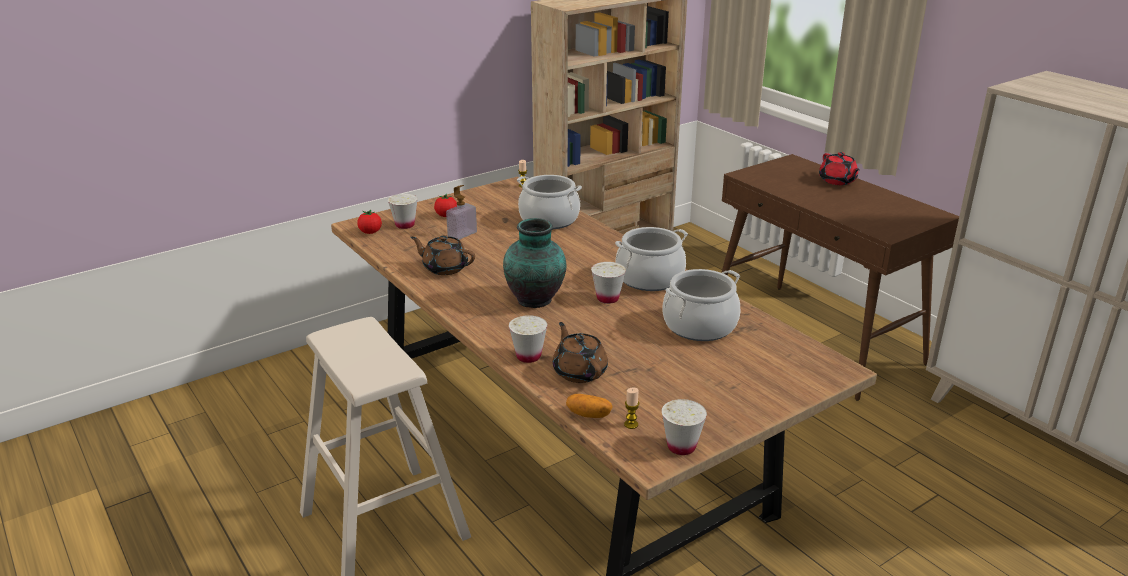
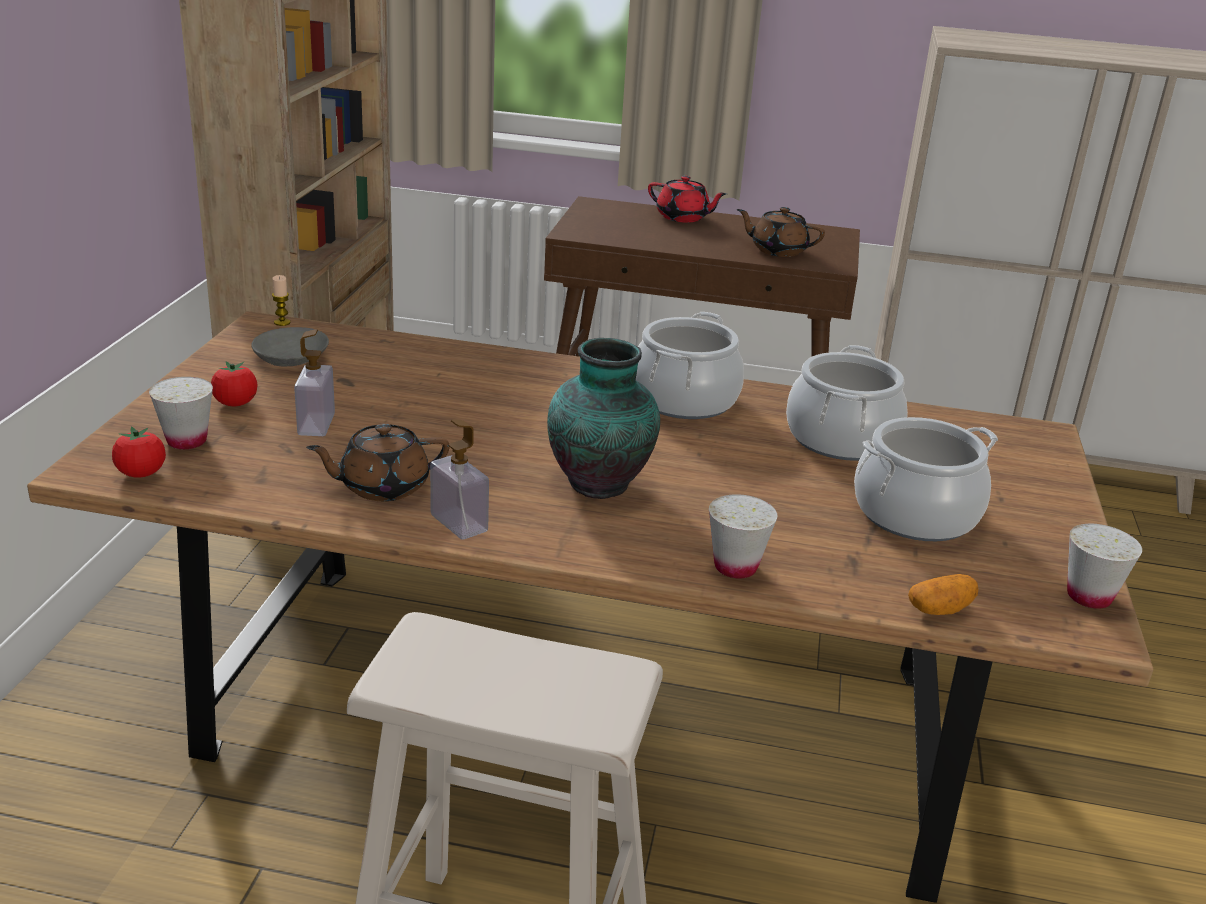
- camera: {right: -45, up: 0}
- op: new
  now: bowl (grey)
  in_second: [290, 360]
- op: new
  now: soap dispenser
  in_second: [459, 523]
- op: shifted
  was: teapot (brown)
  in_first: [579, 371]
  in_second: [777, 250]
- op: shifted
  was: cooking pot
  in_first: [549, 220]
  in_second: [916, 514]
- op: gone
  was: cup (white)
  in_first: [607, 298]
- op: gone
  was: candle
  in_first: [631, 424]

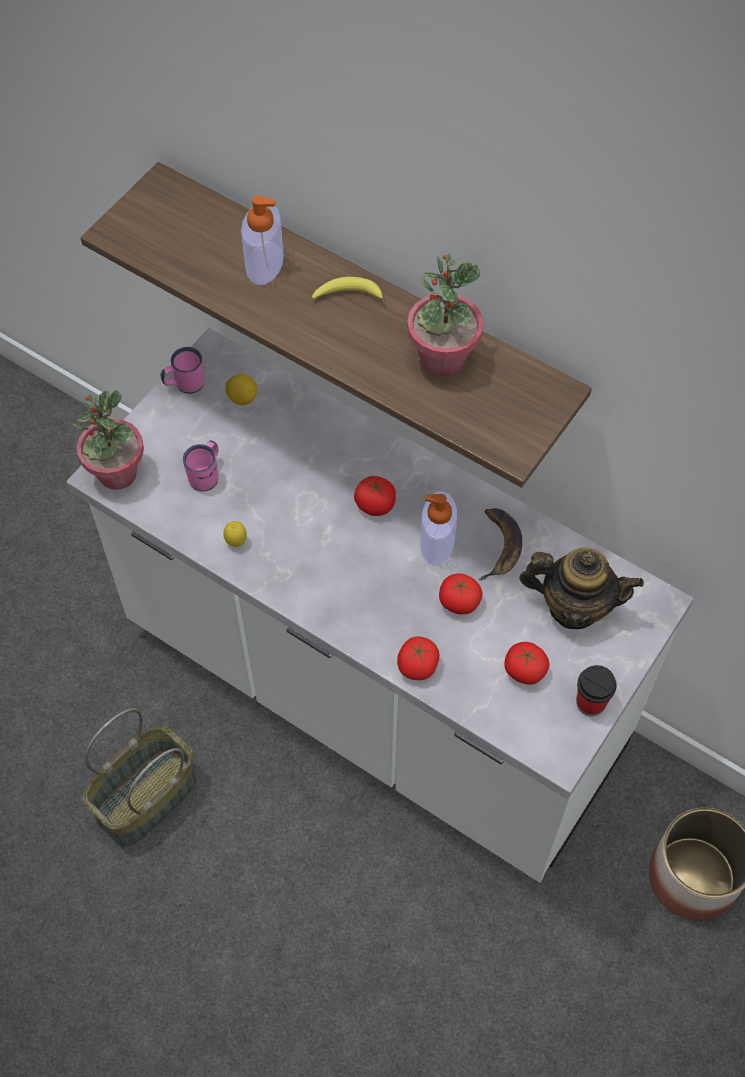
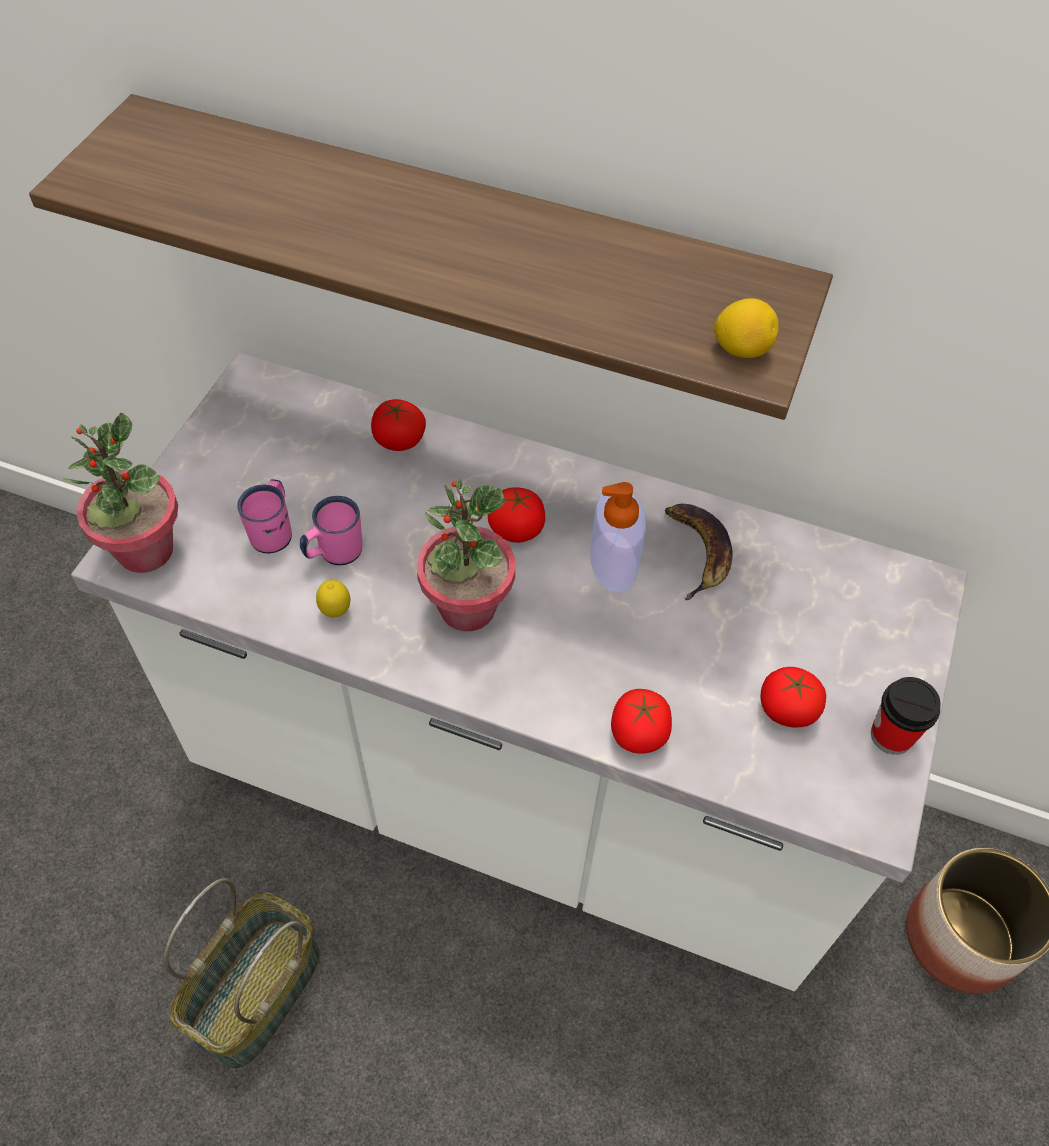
- camera: {right: -15, up: -5}
- op: shifted
  was: mug (pink)
  in_first: [184, 384]
  in_second: [333, 552]
- op: shifted
  was: tomato
  in_first: [459, 602]
  in_second: [399, 440]
- op: shifted
  was: potted plant
  in_first: [442, 358]
  in_second: [466, 607]
- op: shifted
  was: lemon
  in_first: [242, 398]
  in_second: [741, 349]
- op: gone
  was: soap dispenser
  in_first: [264, 263]
- op: gone
  was: banana
  in_first: [348, 295]
- op: gone
  was: teapot
  in_first: [574, 606]

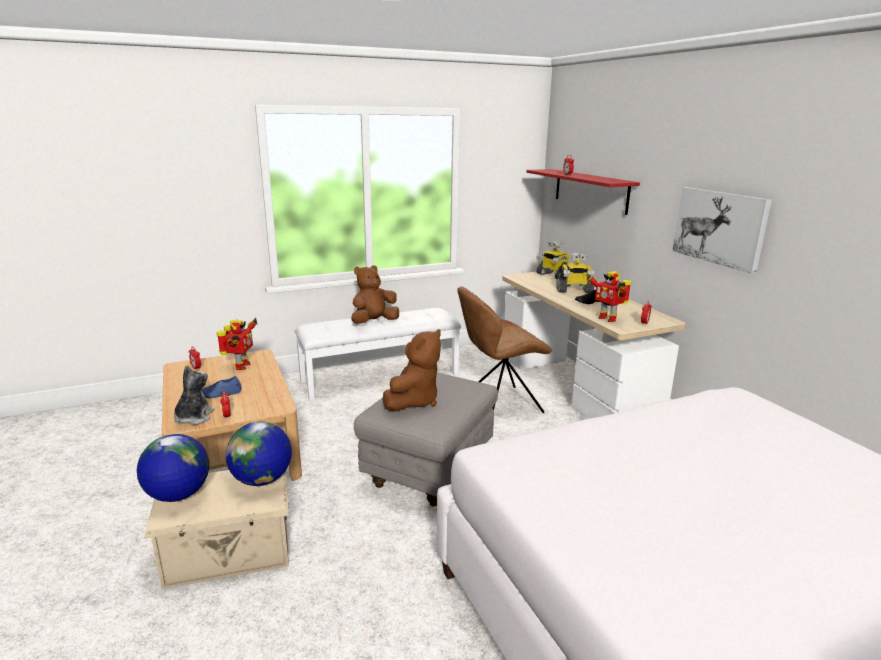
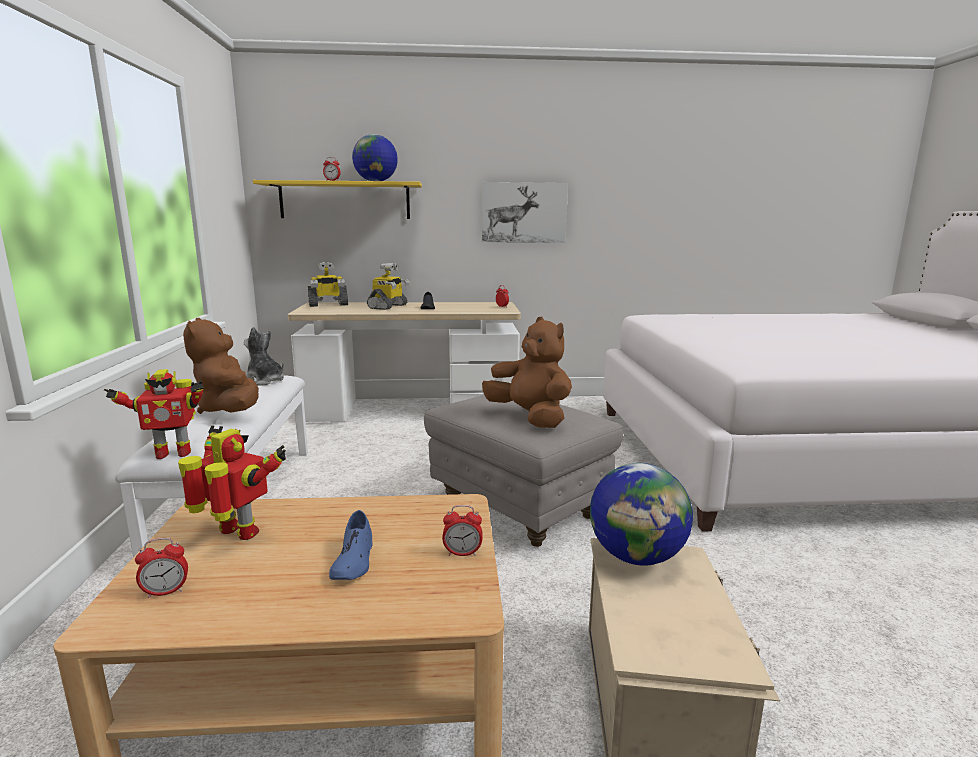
- camera: {right: -70, up: -5}
- op: shifted
  was: toy robot
  in_first: [607, 318]
  in_second: [172, 453]
- op: shifted
  was: plush toy
  in_first: [193, 417]
  in_second: [264, 381]
- op: repainted
  was: shelf (red)
  now: shelf (yellow)
  in_first: [590, 190]
  in_second: [345, 201]
- op: shifted
  was: globe
  in_first: [178, 495]
  in_second: [376, 181]
- op: gone
  was: chair (brown)
  in_first: [499, 405]

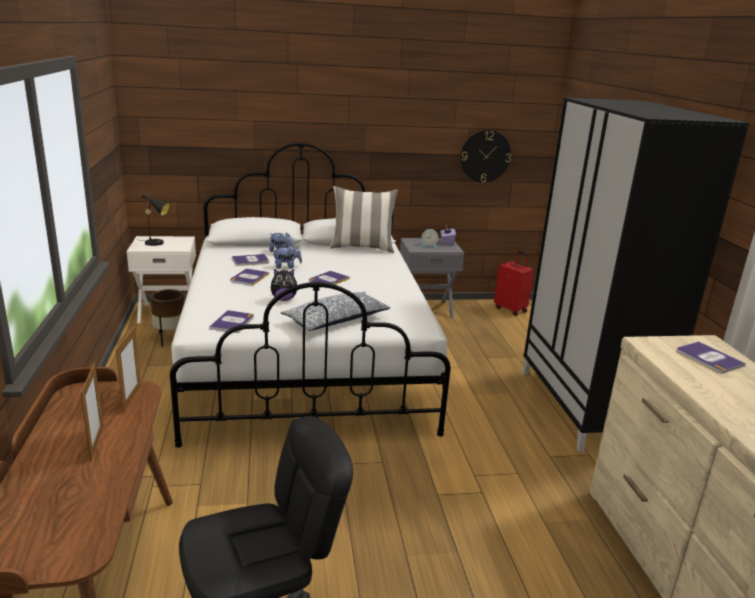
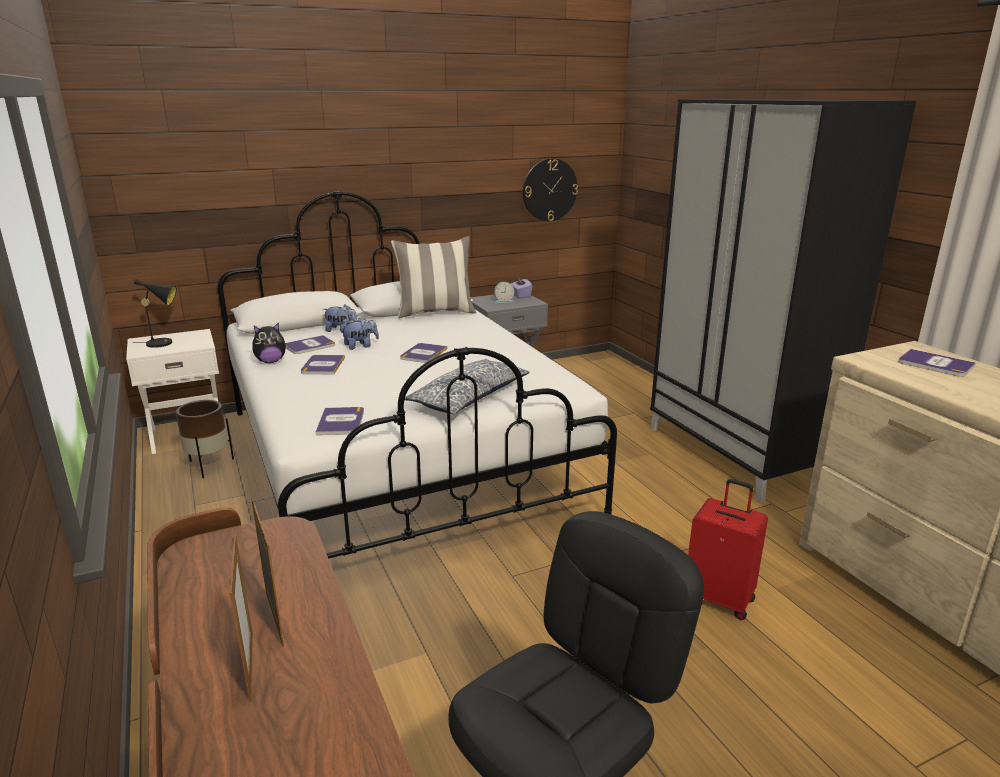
- camera: {right: -15, up: 0}
- op: shifted
  was: picture frame
  in_first: [132, 398]
  in_second: [250, 665]
- op: shifted
  was: plush toy
  in_first: [284, 299]
  in_second: [271, 361]
- op: shifted
  was: suitcase (red)
  in_first: [511, 309]
  in_second: [720, 598]

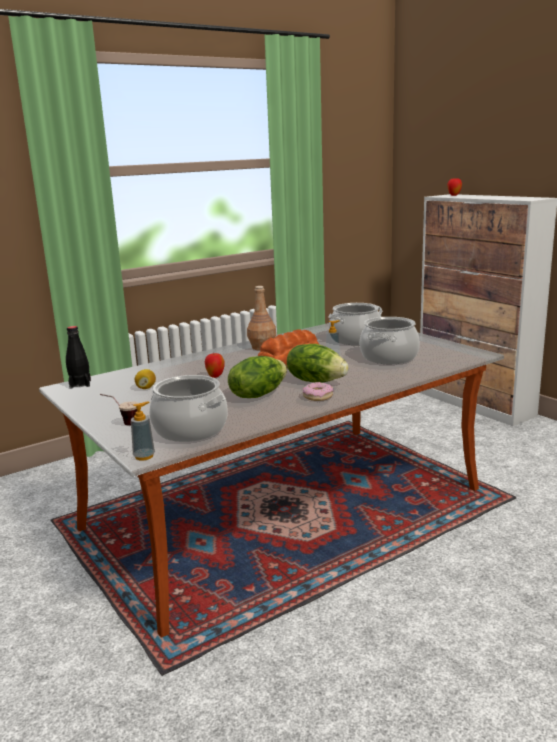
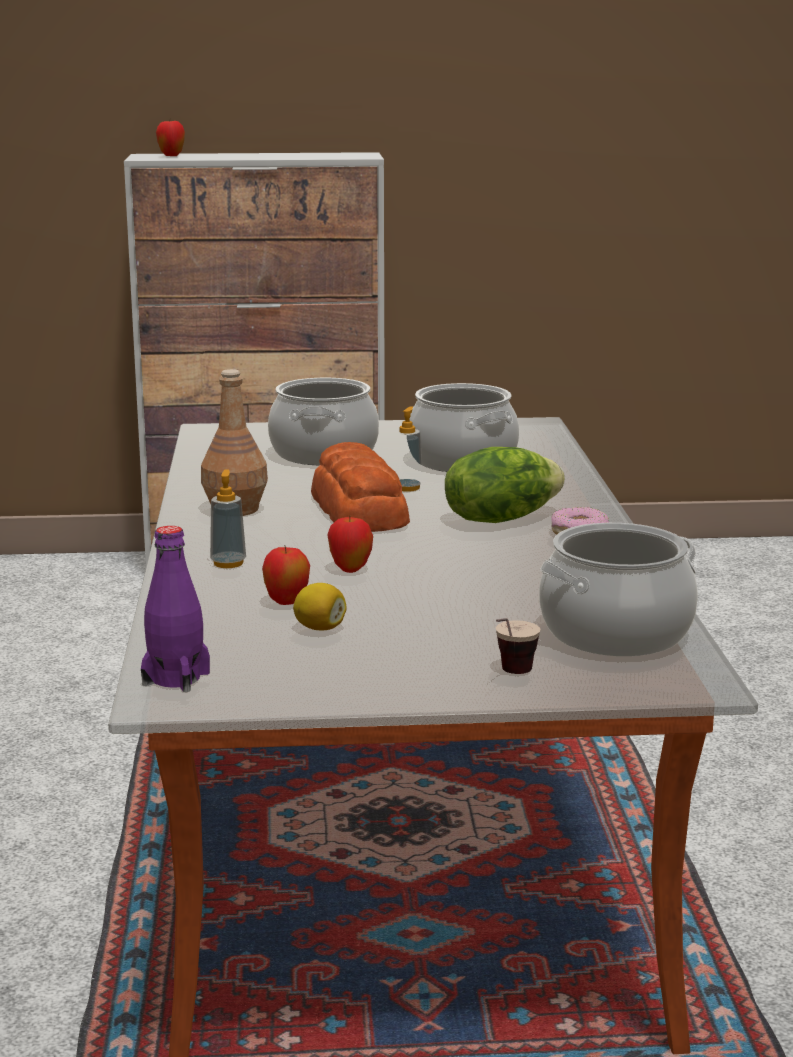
- camera: {right: -60, up: 0}
- op: repainted
  was: bottle (black)
  now: bottle (purple)
  in_first: [80, 384]
  in_second: [176, 678]
- op: shifted
  was: soap dispenser
  in_first: [144, 456]
  in_second: [228, 563]
- op: new
  now: apple
  in_second: [286, 603]
- op: gone
  was: lettuce
  in_first: [258, 394]

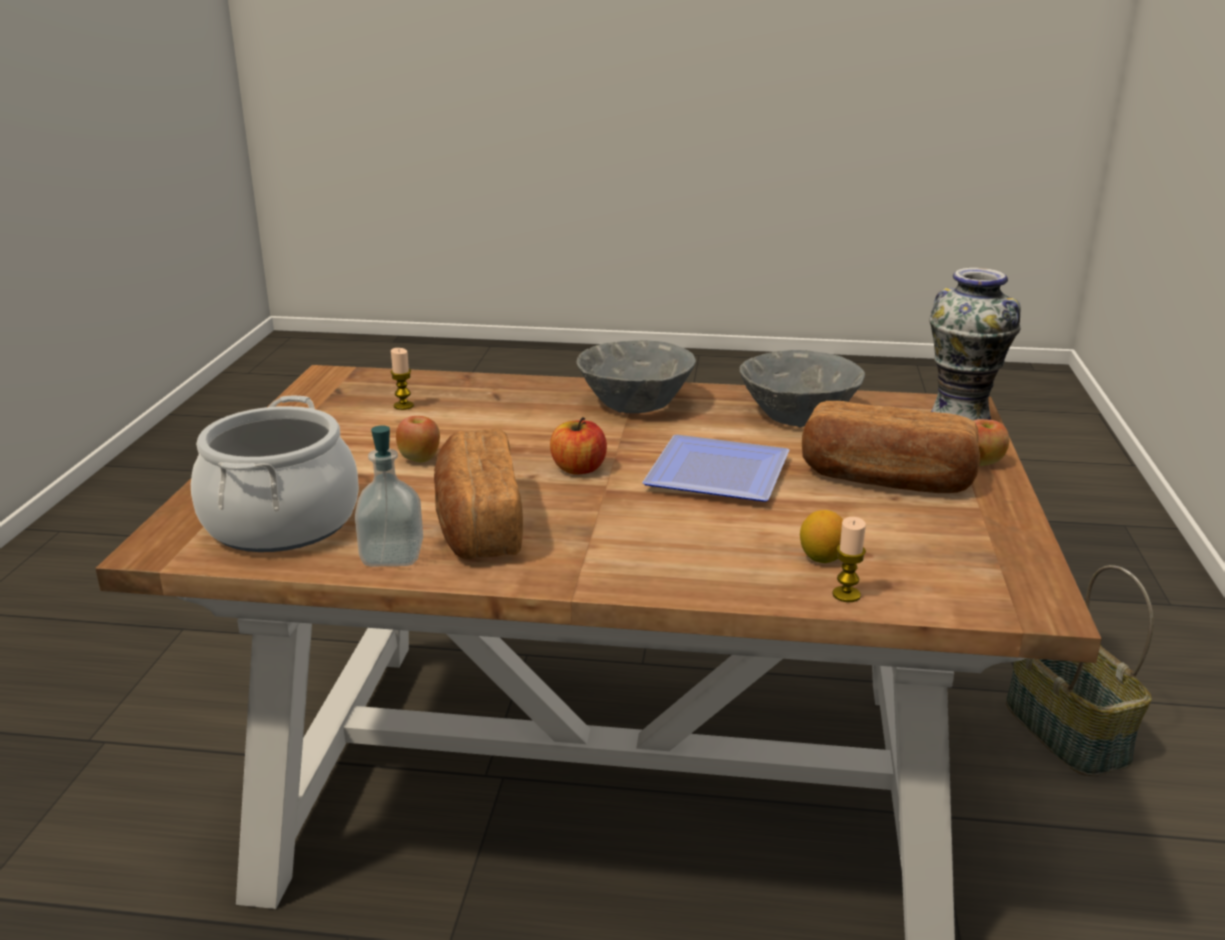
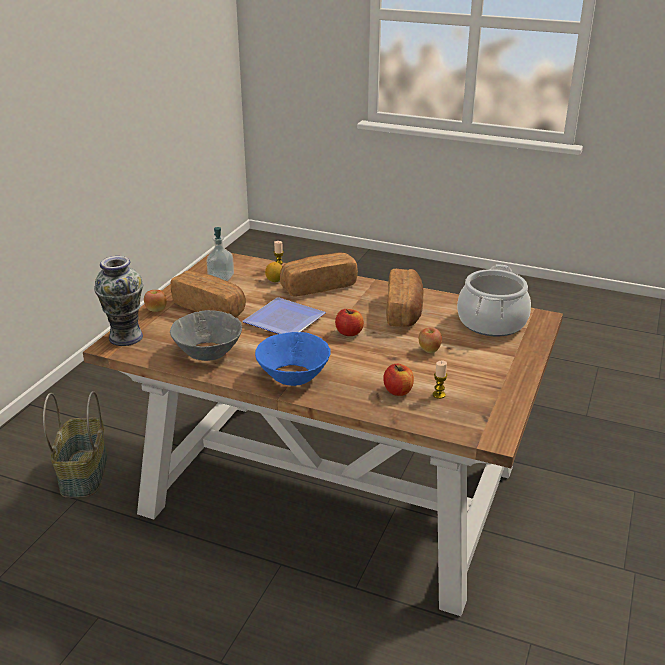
- camera: {right: -165, up: 5}
- op: shifted
  was: soap dispenser
  in_first: [392, 555]
  in_second: [221, 277]
- op: repainted
  was: bowl (grey)
  now: bowl (blue)
  in_first: [635, 402]
  in_second: [293, 376]
- op: new
  now: bread
  in_second: [318, 286]
- op: new
  now: apple
  in_second: [398, 391]

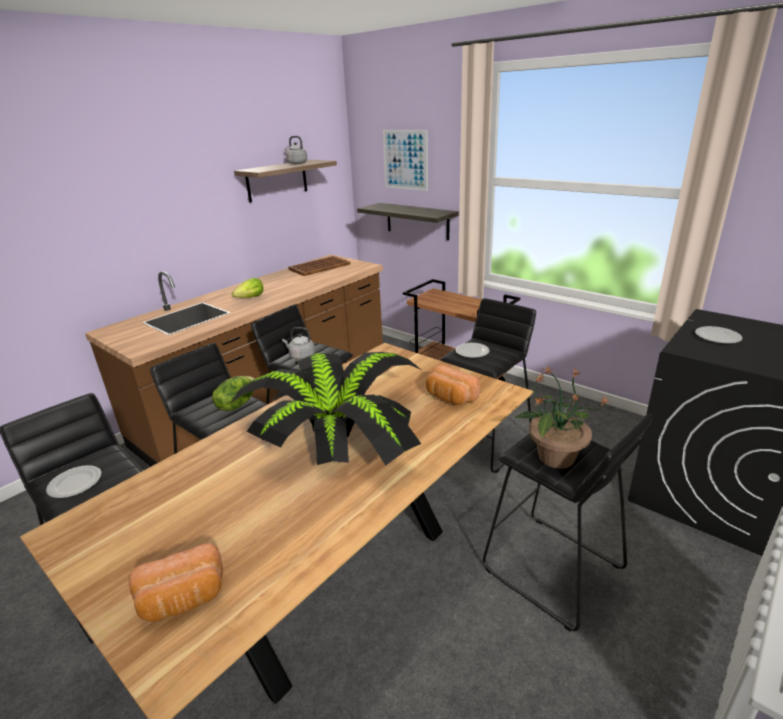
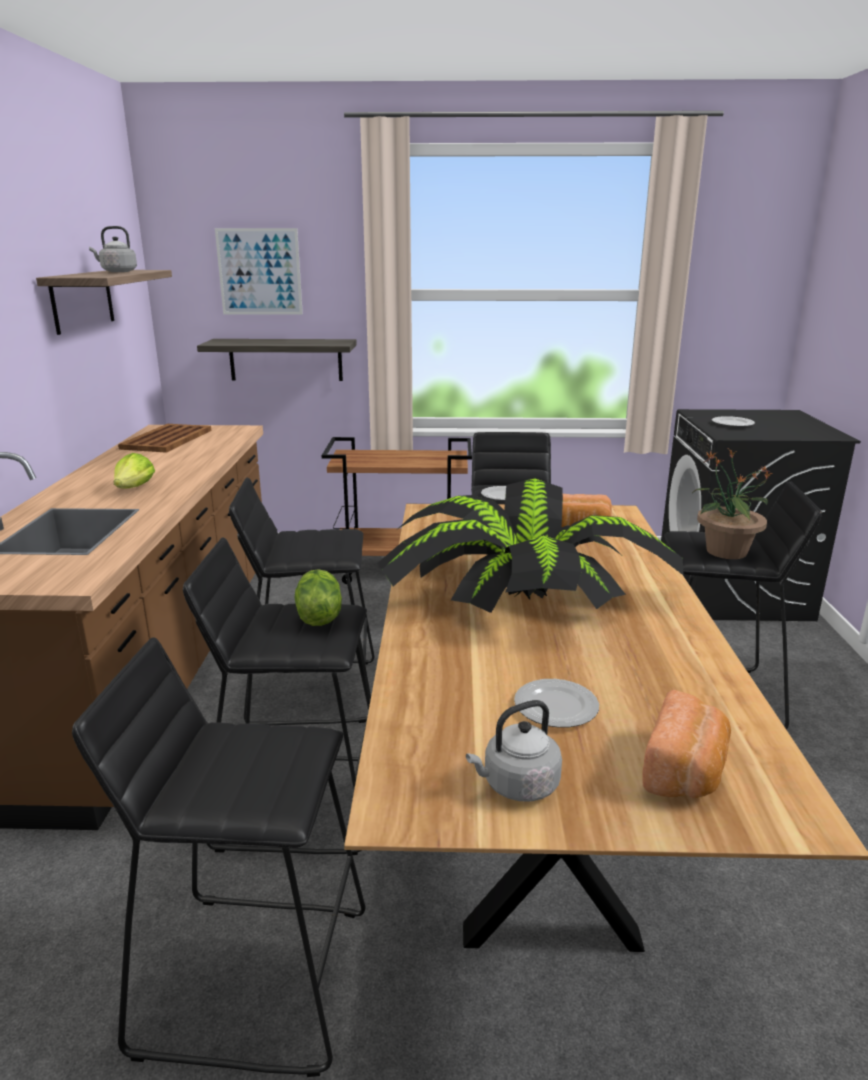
- camera: {right: -40, up: -5}
- op: shifted
  was: kettle (grey)
  in_first: [300, 356]
  in_second: [517, 786]
- op: shifted
  was: plate
  in_first: [76, 483]
  in_second: [556, 706]

